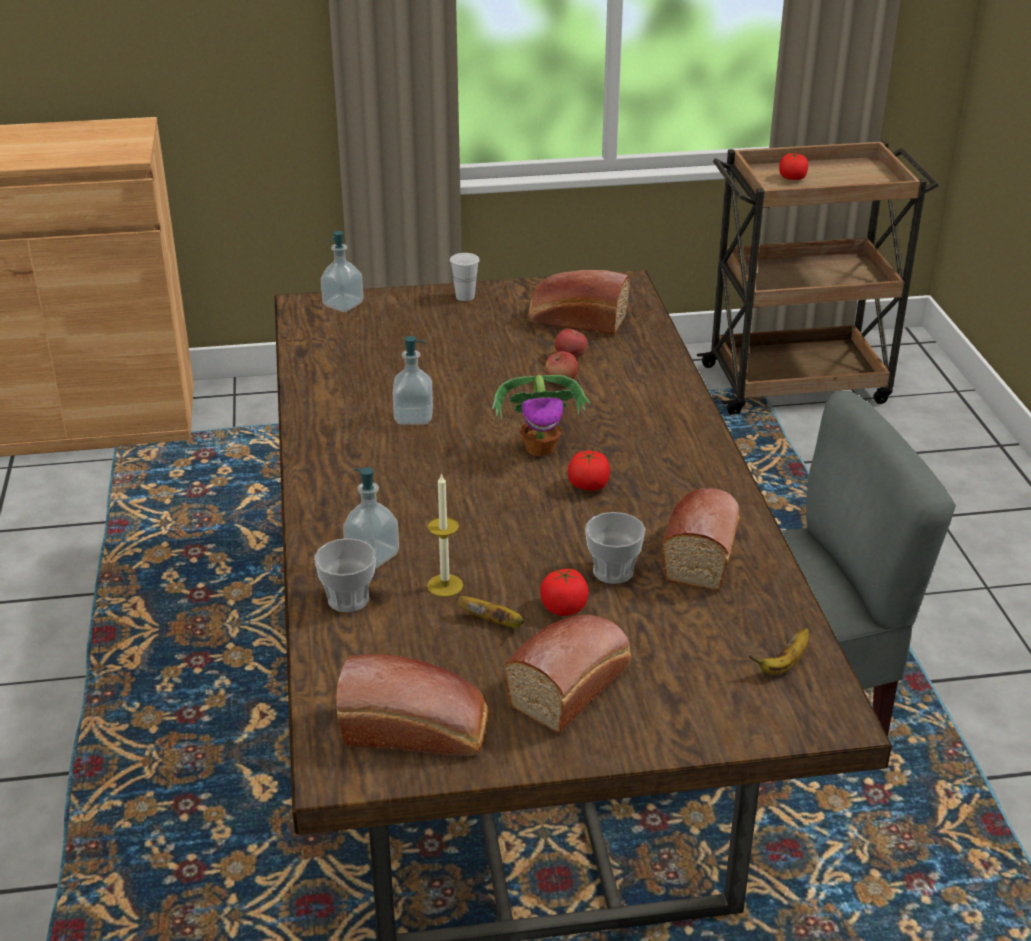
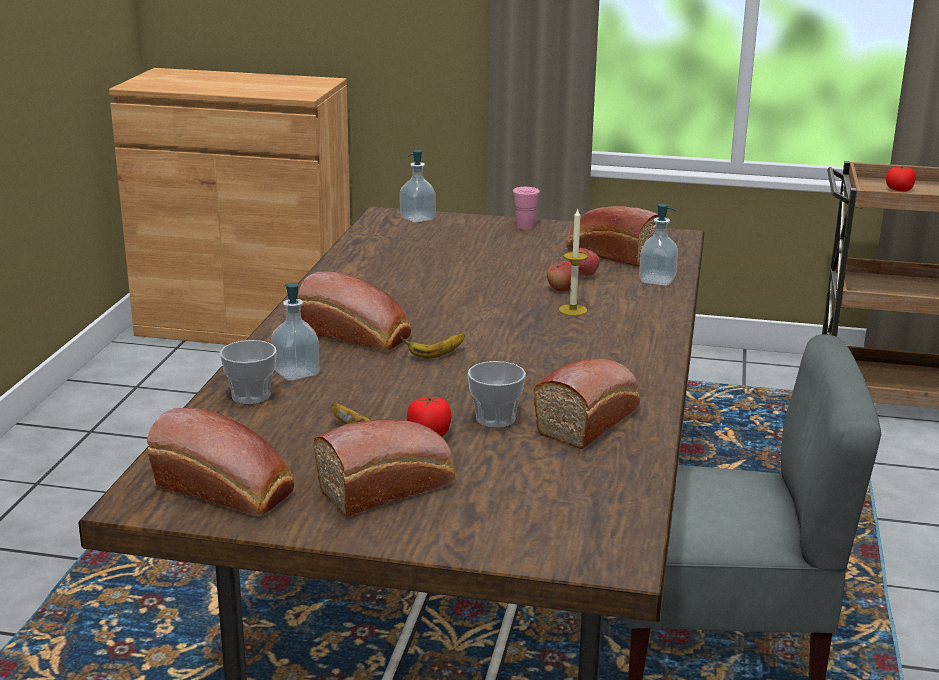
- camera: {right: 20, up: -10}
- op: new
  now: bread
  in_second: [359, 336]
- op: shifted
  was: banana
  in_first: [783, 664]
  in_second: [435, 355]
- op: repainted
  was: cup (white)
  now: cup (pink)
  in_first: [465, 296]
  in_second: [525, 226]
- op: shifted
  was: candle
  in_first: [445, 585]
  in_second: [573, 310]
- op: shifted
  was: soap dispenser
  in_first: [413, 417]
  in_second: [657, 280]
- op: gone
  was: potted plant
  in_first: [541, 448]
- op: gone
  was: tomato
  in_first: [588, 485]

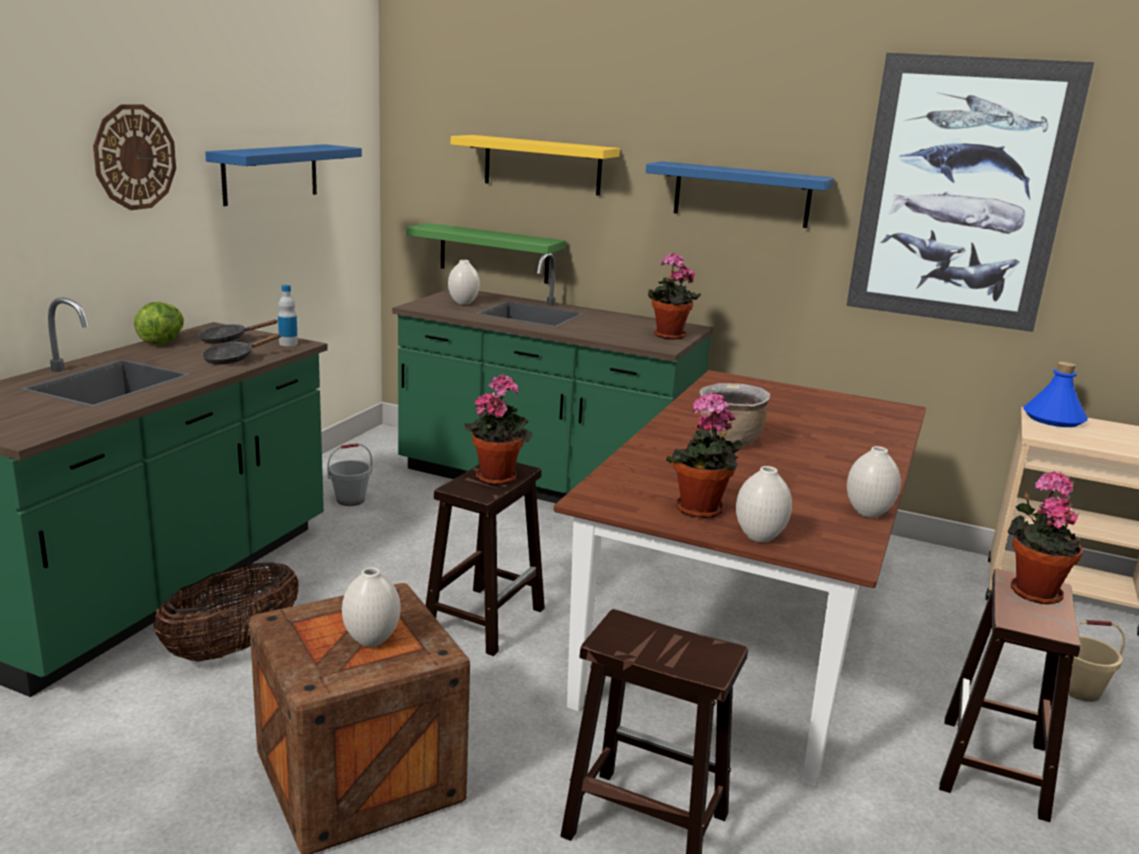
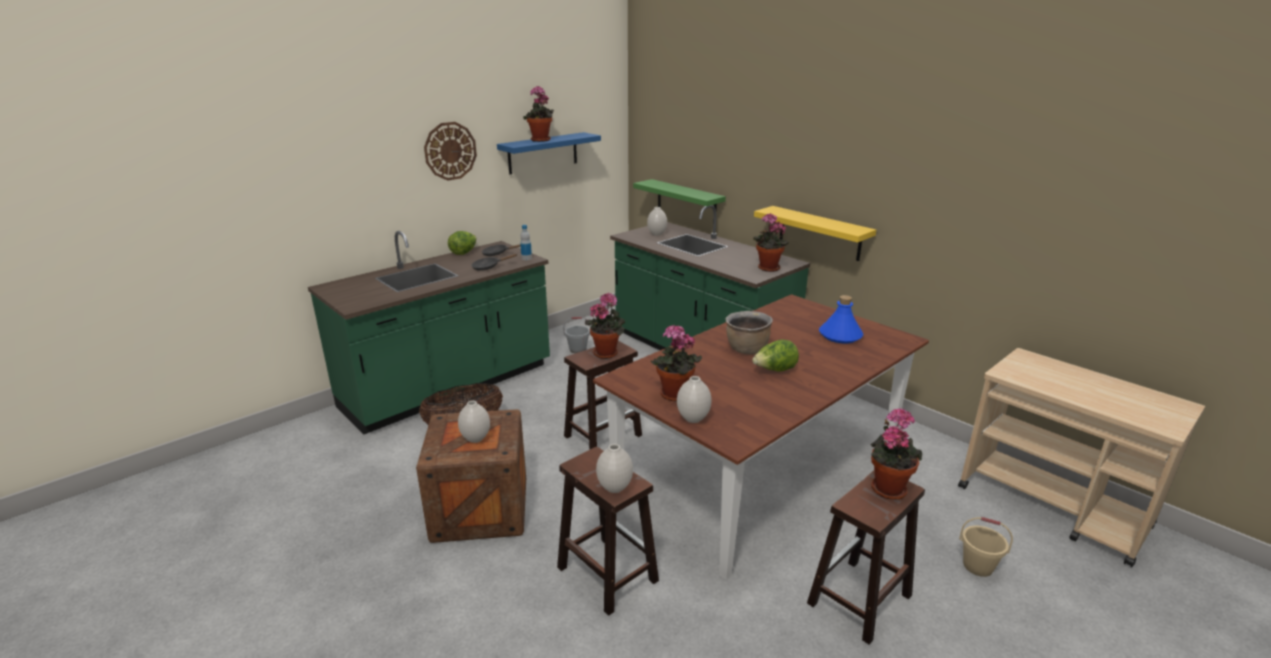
- camera: {right: 25, up: 5}
- op: new
  now: potted plant
  in_second: [541, 140]
- op: shifted
  was: vase (white)
  in_first: [868, 513]
  in_second: [615, 488]
- op: new
  now: lettuce
  in_second: [774, 370]
- op: shifted
  was: shelf (yellow)
  in_first: [542, 165]
  in_second: [819, 233]
- op: shifted
  was: bottle (blue)
  in_first: [1053, 419]
  in_second: [840, 336]
- op: gone
  was: shelf (blue)
  in_first: [741, 194]
- op: gone
  was: picture
  in_first: [960, 193]

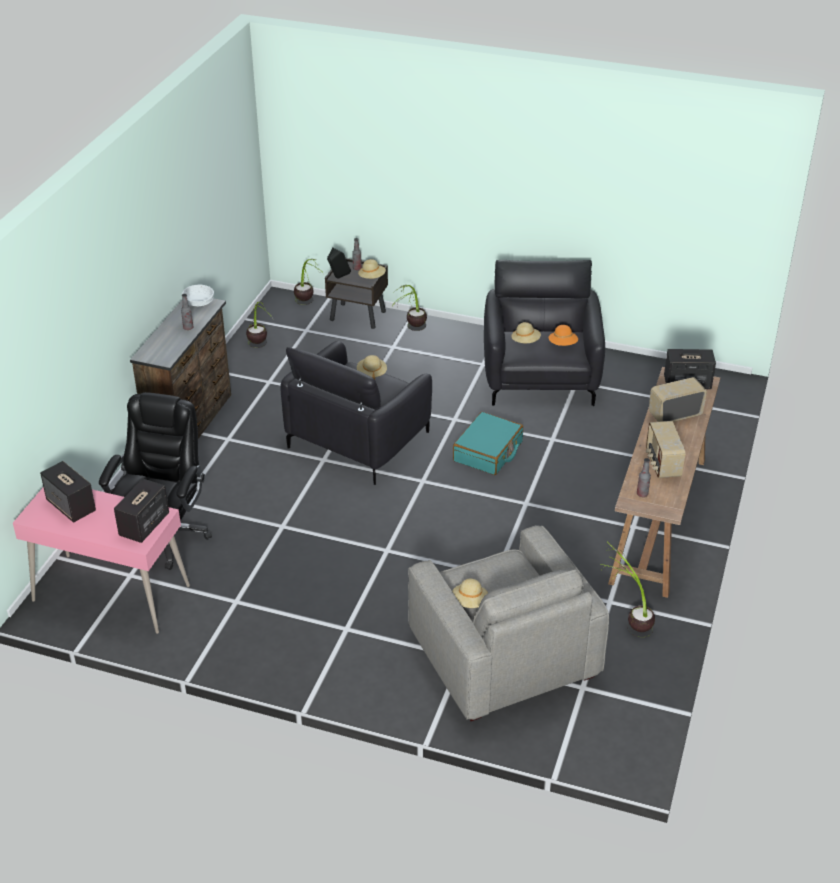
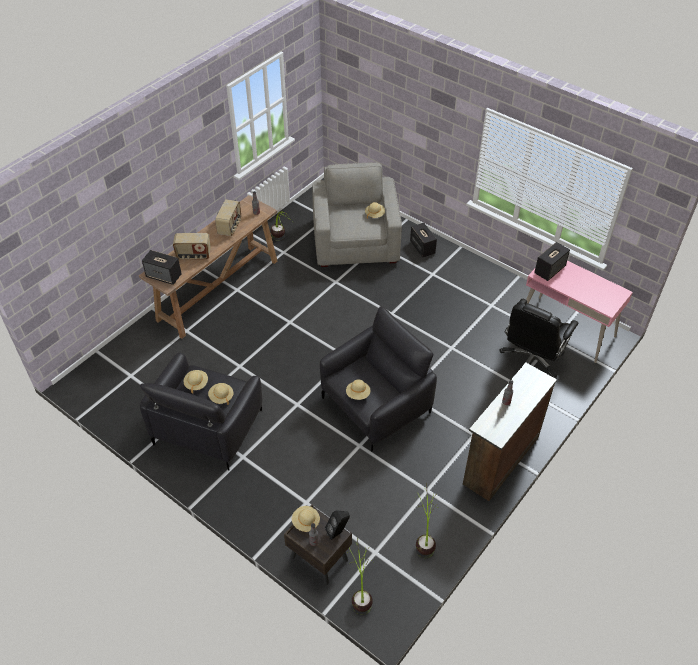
- camera: {right: -160, up: 10}
- op: repainted
  was: hat (orange)
  now: hat (beige)
  in_first: [563, 344]
  in_second: [196, 383]
- op: shifted
  was: speaker
  in_first: [71, 506]
  in_second: [422, 247]
- op: gone
  was: bowl (white)
  in_first: [198, 303]
- op: gone
  was: potted plant
  in_first: [411, 331]
- op: gone
  was: suitcase (turquoise)
  in_first: [488, 452]

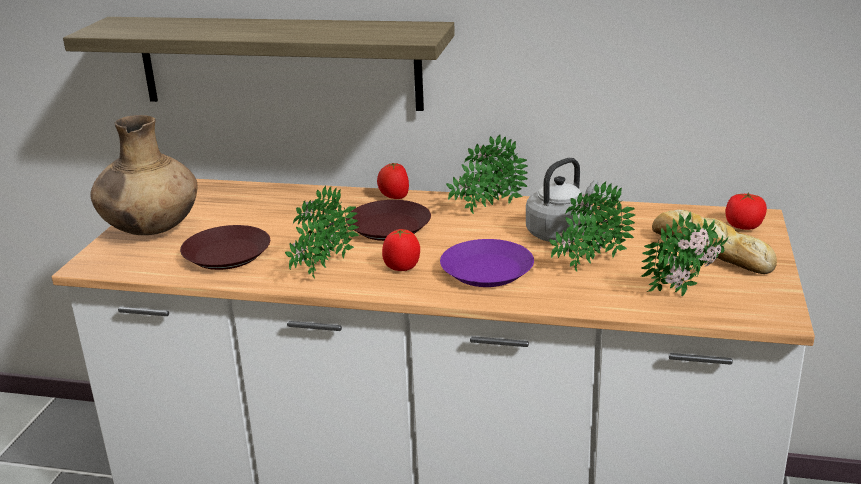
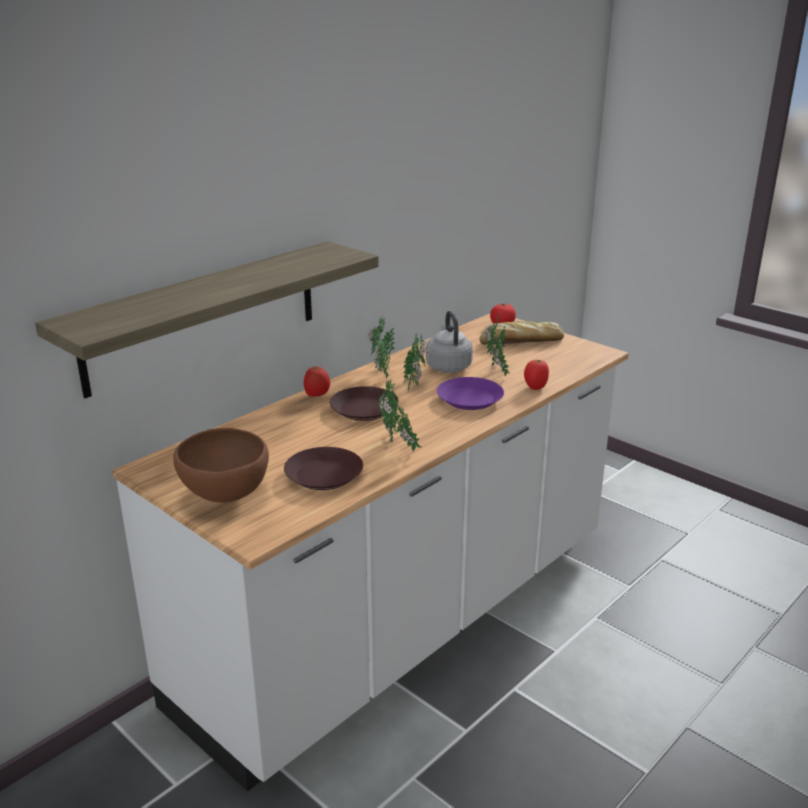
- camera: {right: -60, up: 0}
- op: swapped
  was: vase (brown)
  now: bowl (brown)
  in_first: [151, 230]
  in_second: [225, 498]
- op: shifted
  was: potted plant
  in_first: [686, 290]
  in_second: [413, 384]
- op: shifted
  was: tomato
  in_first: [402, 268]
  in_second: [535, 387]

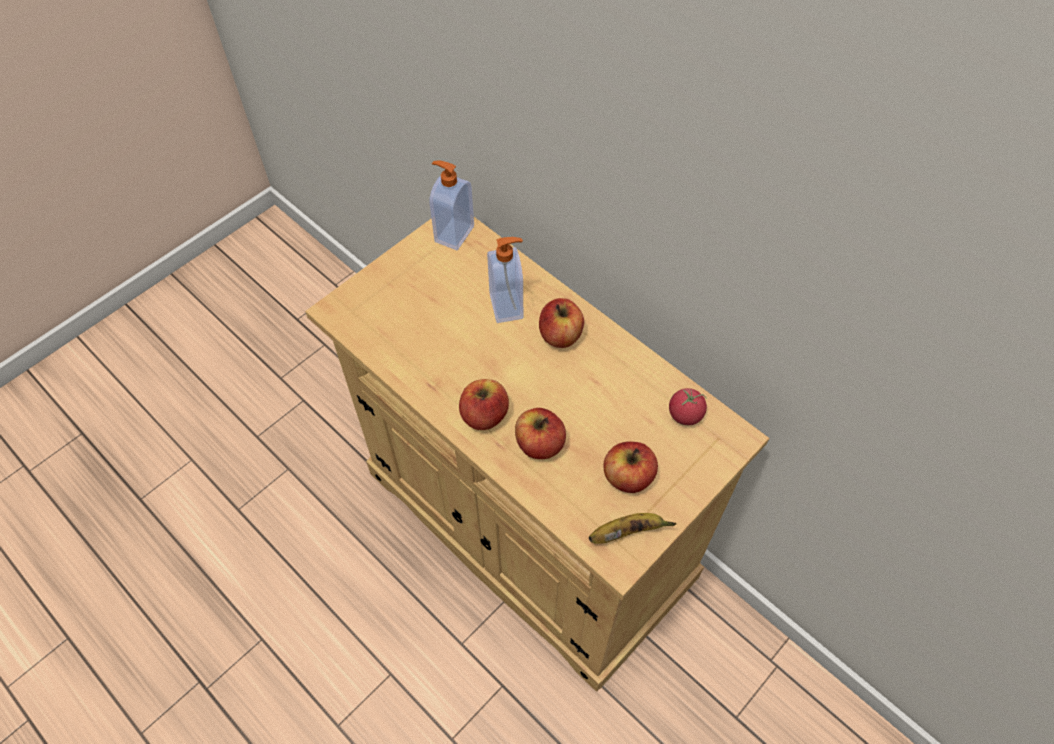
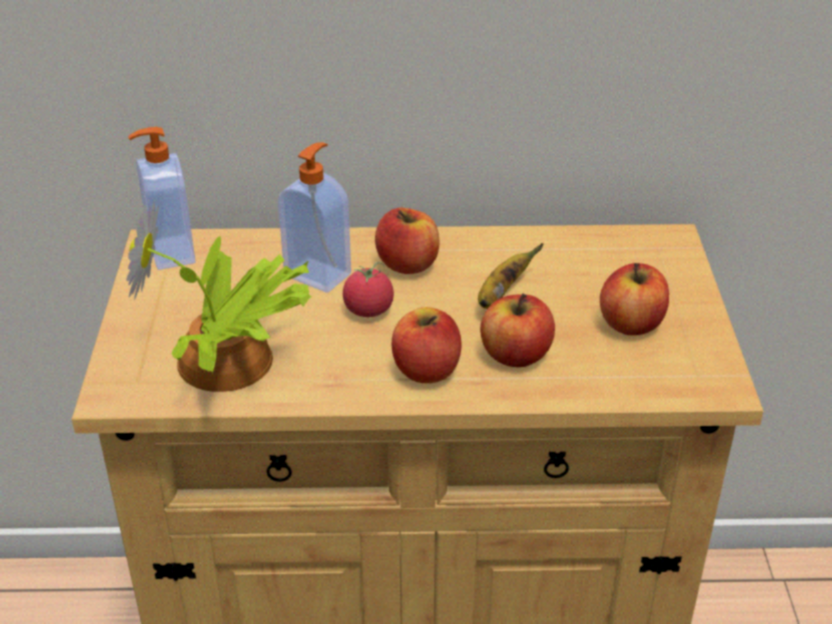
- camera: {right: -45, up: -20}
- op: new
  now: potted plant
  in_second: [229, 364]
- op: shifted
  was: tomato
  in_first: [685, 414]
  in_second: [368, 310]
- op: shifted
  was: banana
  in_first: [627, 532]
  in_second: [501, 294]

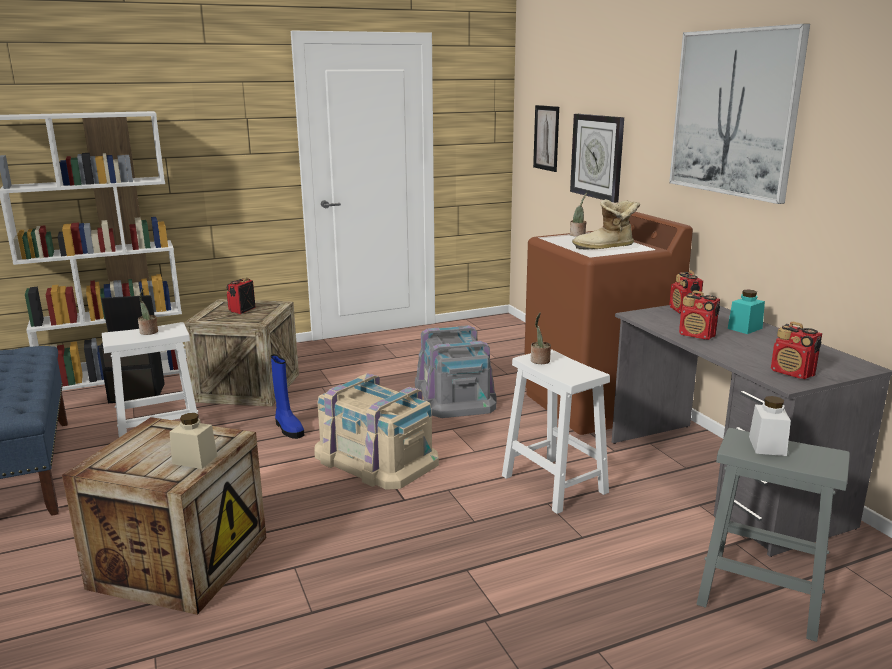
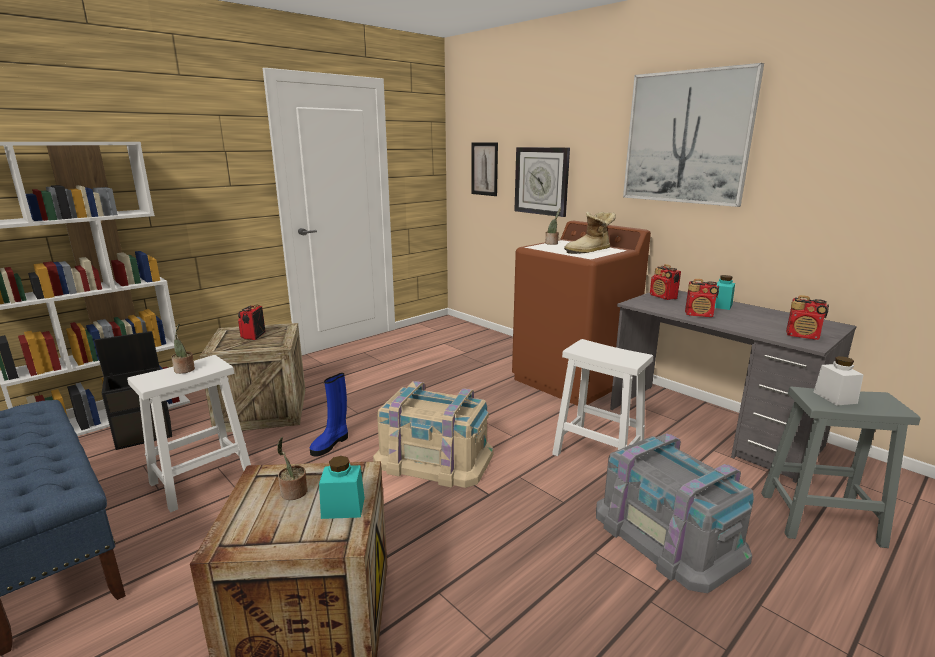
- camera: {right: -20, up: 0}
- op: shifted
  was: potted plant
  in_first: [539, 361]
  in_second: [293, 493]
- op: rotated
  was: boot (blue)
  in_first: [288, 428]
  in_second: [331, 444]
  clockwise: 90
- op: repainted
  was: jar (beige)
  now: jar (turquoise)
  in_first: [195, 460]
  in_second: [343, 508]
- op: shifted
  was: storage box (grey)
  in_first: [455, 395]
  in_second: [668, 534]

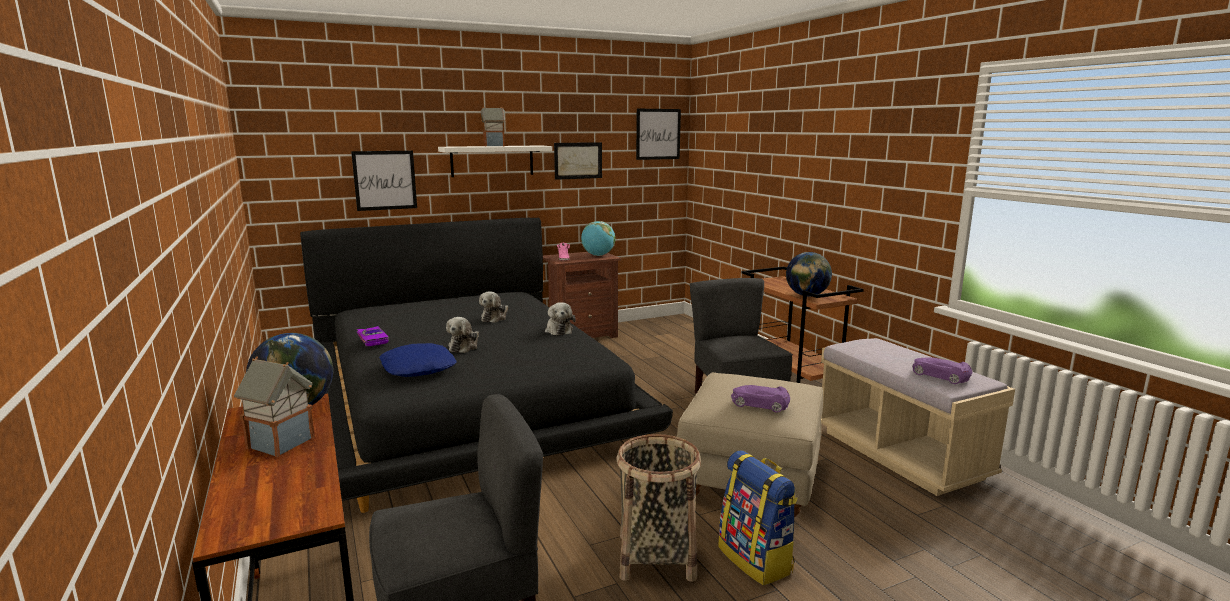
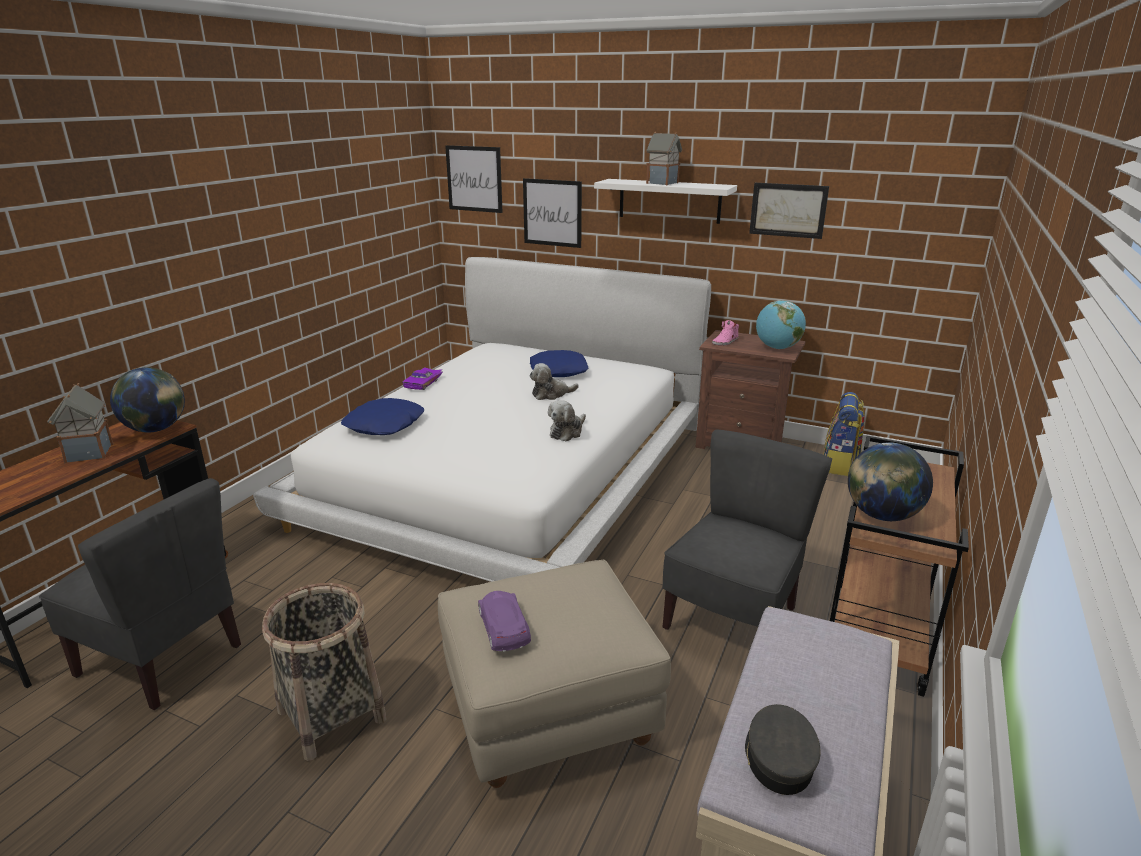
- camera: {right: 50, up: 10}
- op: repainted
  was: bed (black)
  now: bed (white)
  in_first: [468, 399]
  in_second: [511, 470]
- op: shifted
  was: picture
  in_first: [658, 134]
  in_second: [474, 179]
- op: new
  now: pillow (blue)
  in_second: [558, 371]
- op: swapped
  was: toy car (purple)
  now: cap (grey)
  in_first: [939, 376]
  in_second: [778, 758]
- op: shifted
  was: backpack
  in_first: [756, 560]
  in_second: [840, 465]
- op: gone
  was: plush toy
  in_first: [464, 346]

